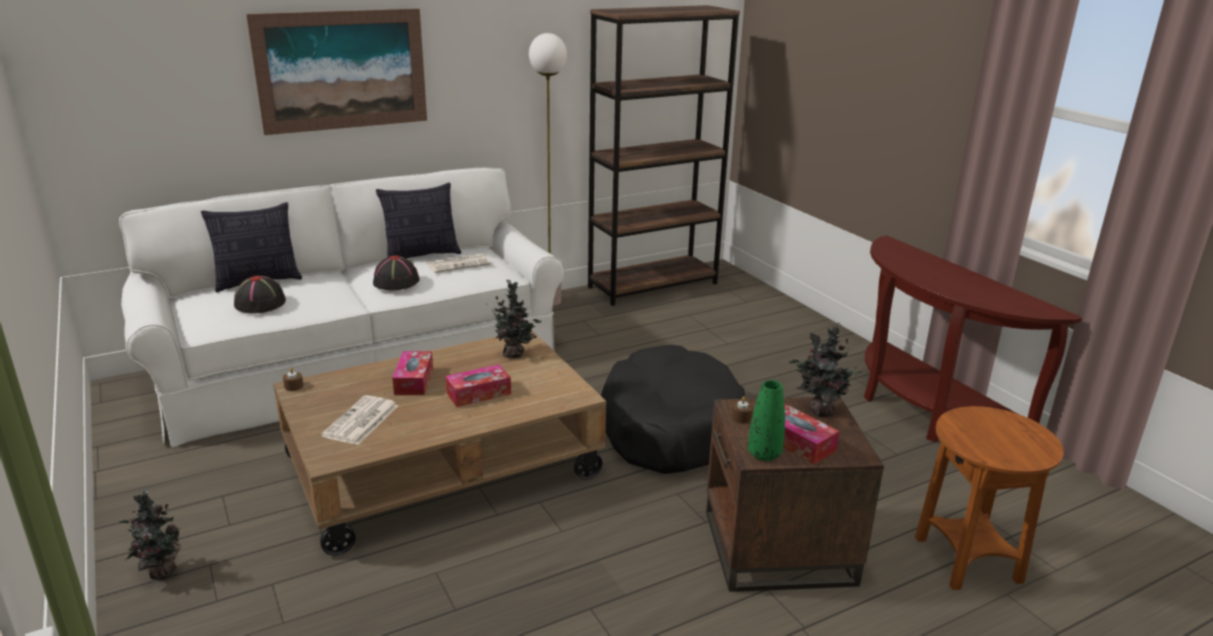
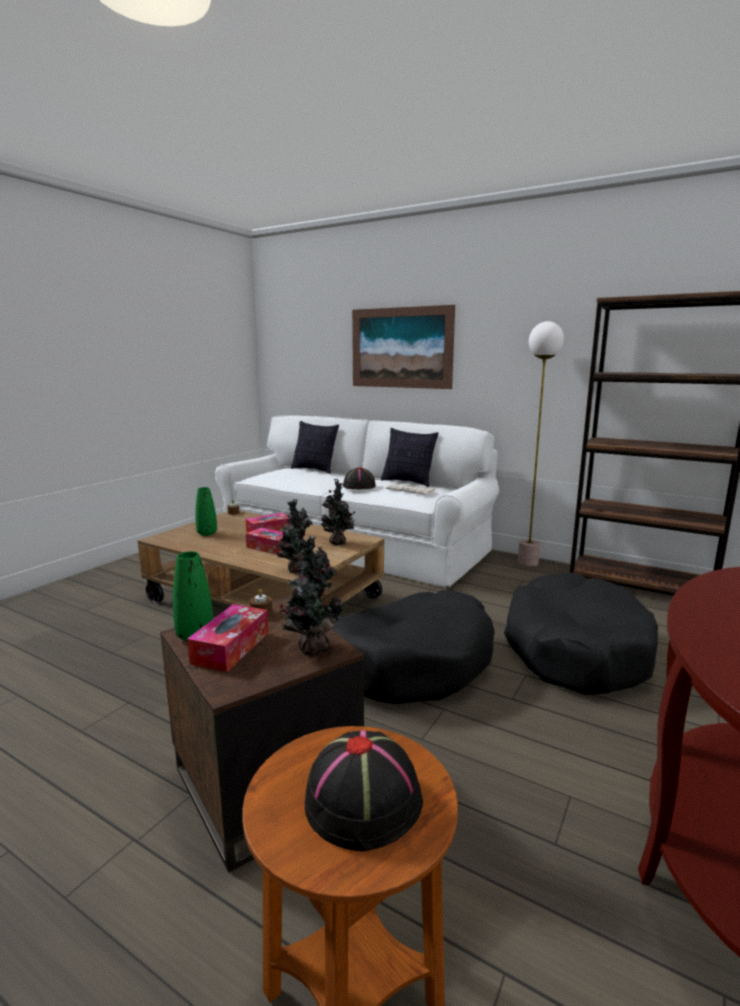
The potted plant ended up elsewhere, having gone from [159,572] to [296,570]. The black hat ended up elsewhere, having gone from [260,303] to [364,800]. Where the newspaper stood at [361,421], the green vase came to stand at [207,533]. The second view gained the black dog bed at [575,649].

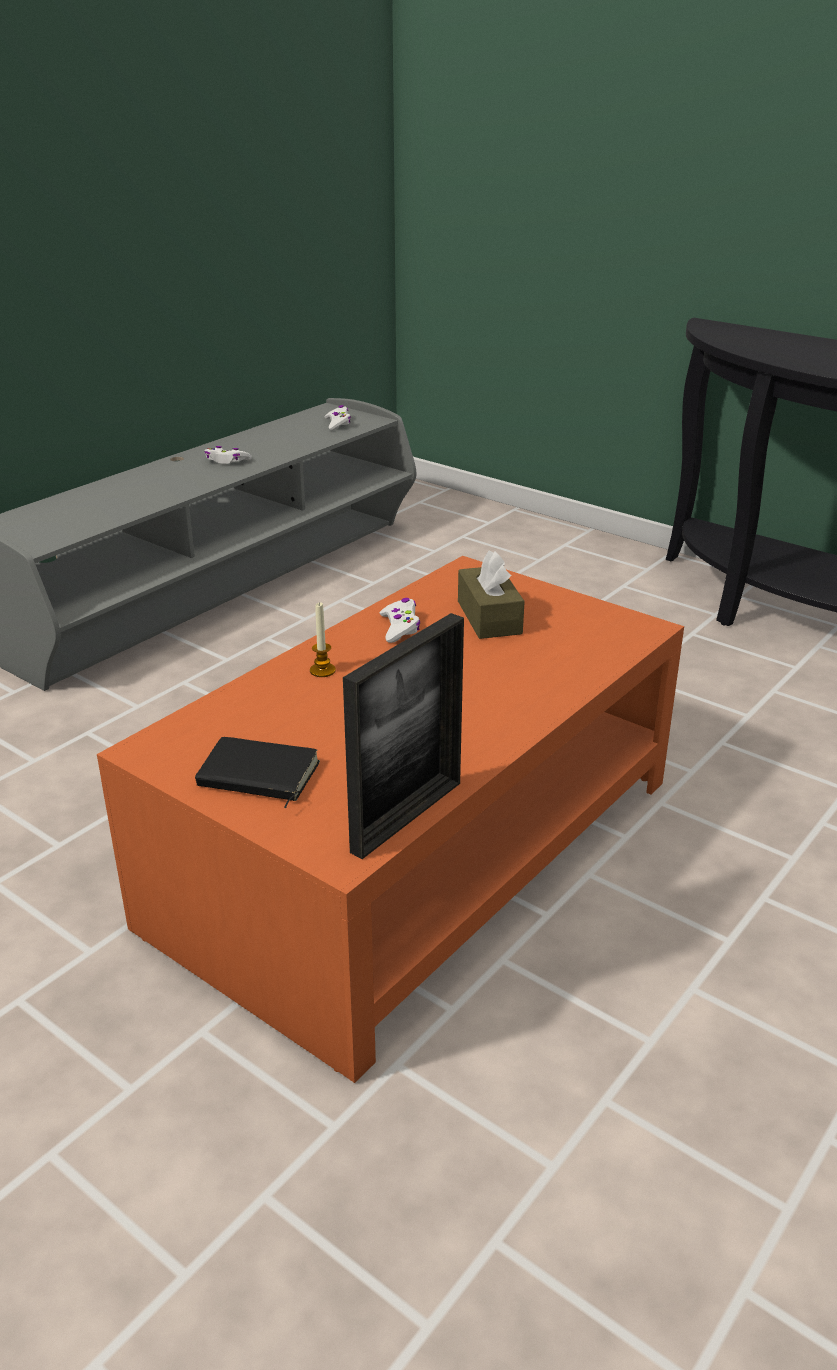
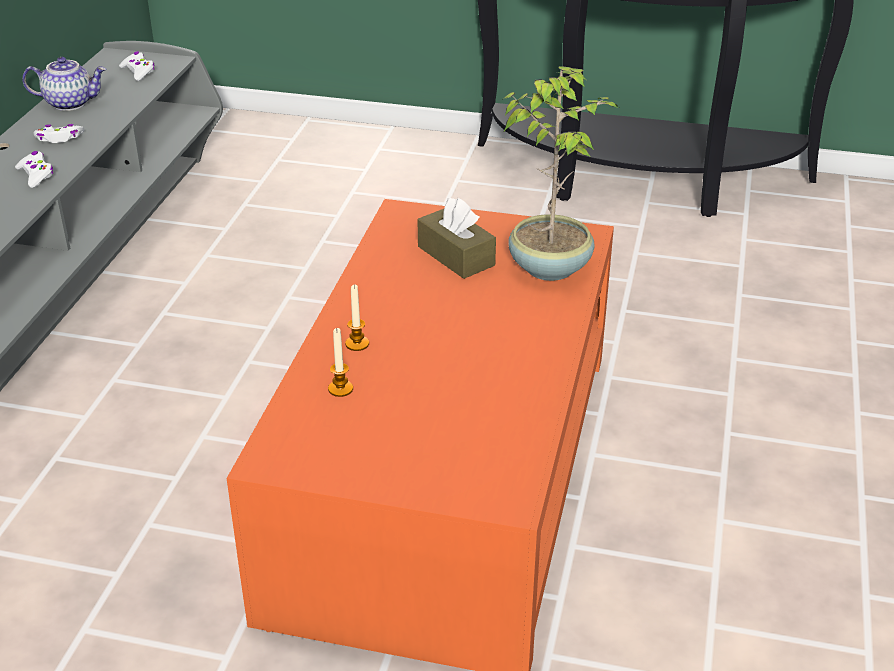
The second view lost the black book at [257,777]. The second view lost the picture frame at [407,816]. The white game controller ended up elsewhere, having gone from [400,627] to [36,175]. The second view gained the teapot at [70,103]. The second view gained the candle at [340,389]. The second view gained the potted plant at [550,266].

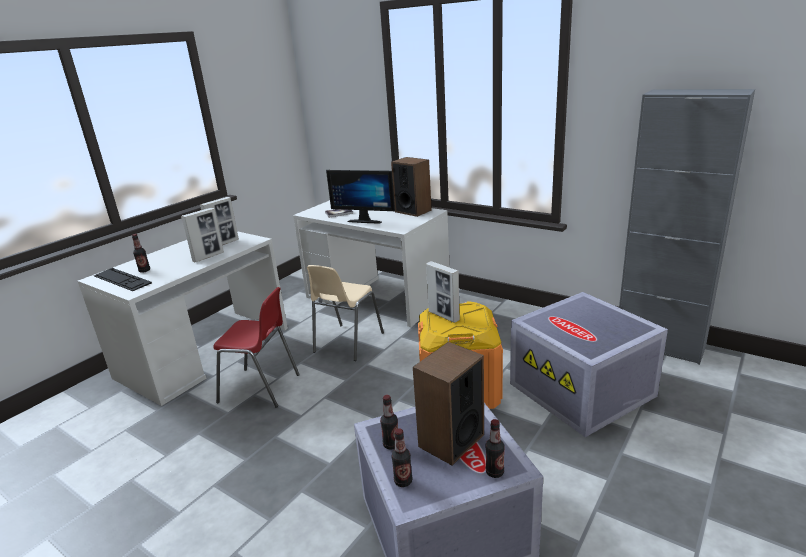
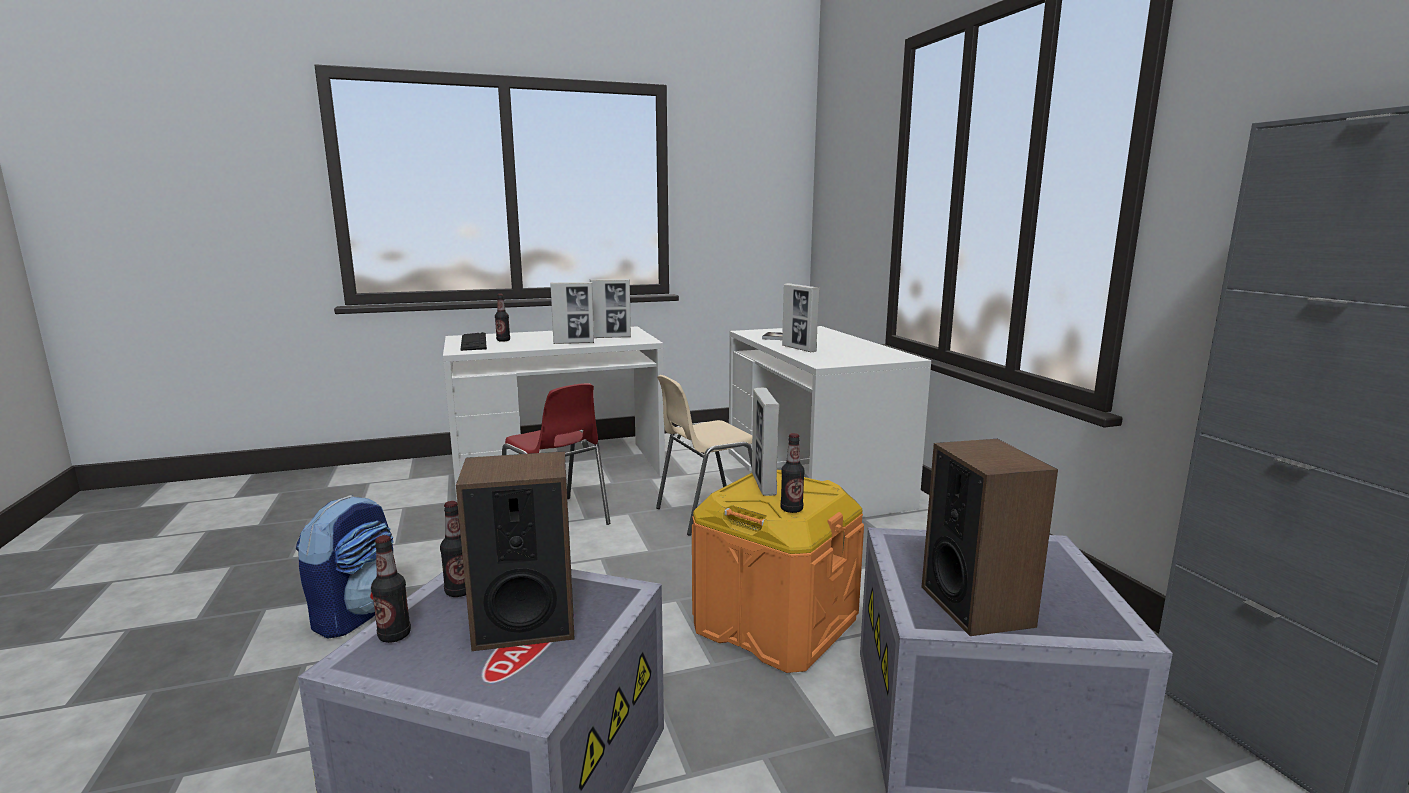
Where the monitor stood at [366,220], the picture frame came to stand at [799,349]. The speaker ended up elsewhere, having gone from [413,211] to [976,606]. The bottle ended up elsewhere, having gone from [494,472] to [791,509]. The second view gained the backpack at [356,614].

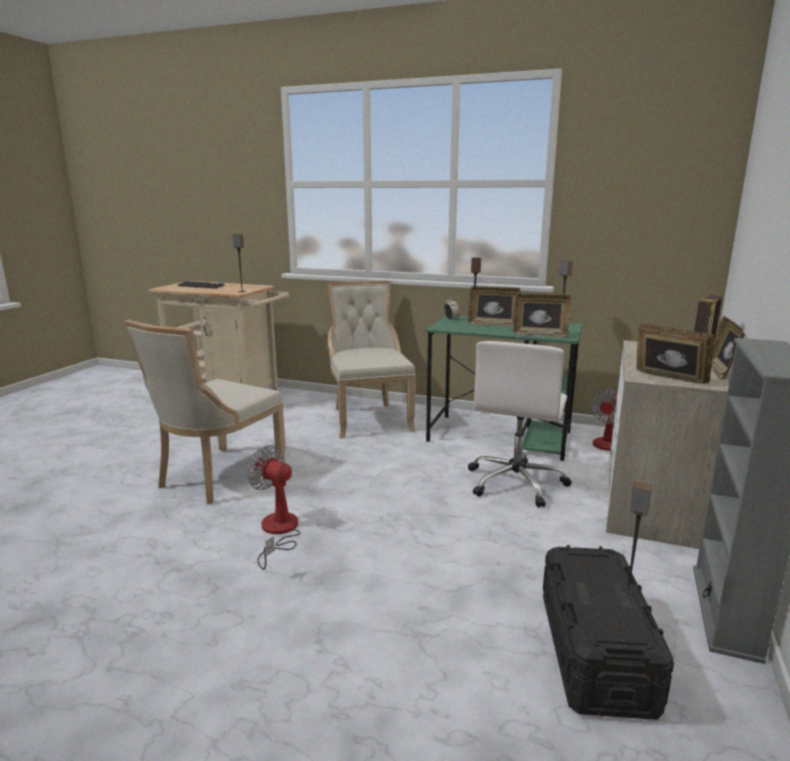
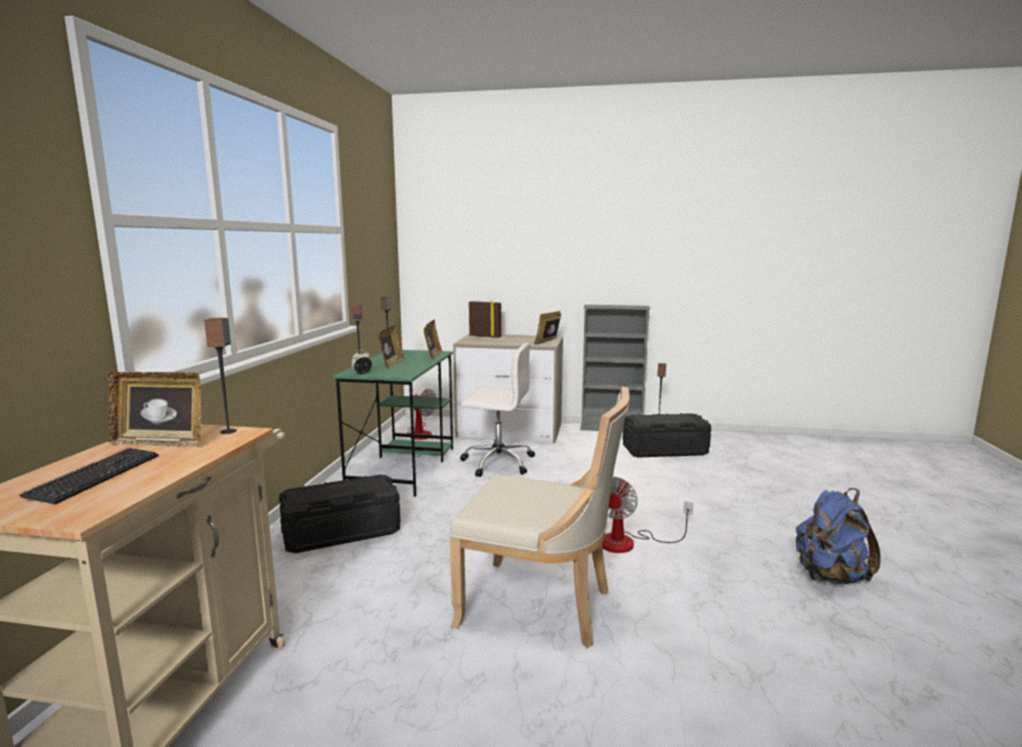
Where the beige chair stood at [369,419], the black storage box came to stand at [341,532]. The picture frame ended up elsewhere, having gone from [720,372] to [160,443]. The second view gained the blue backpack at [830,577].

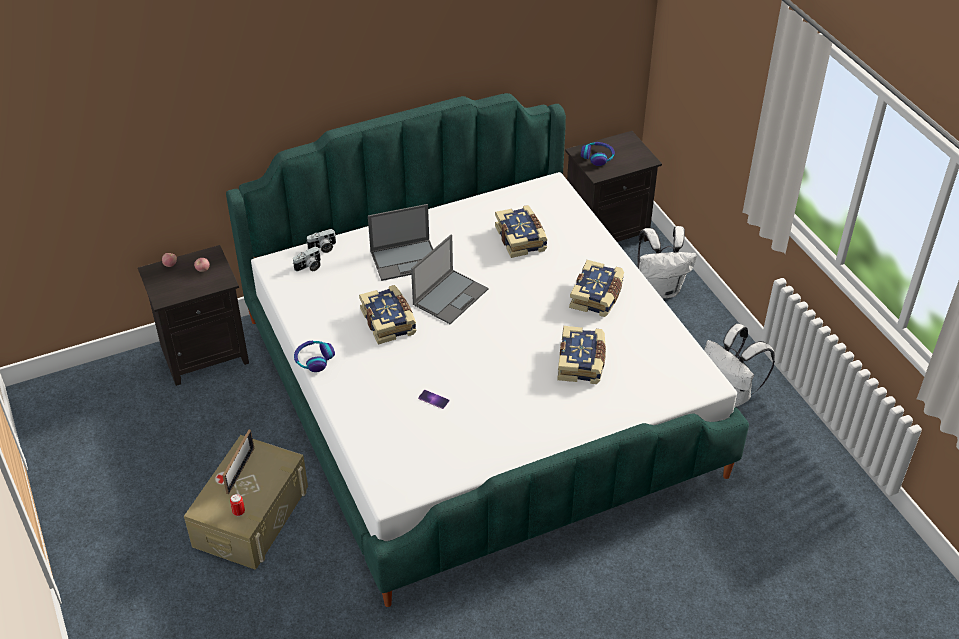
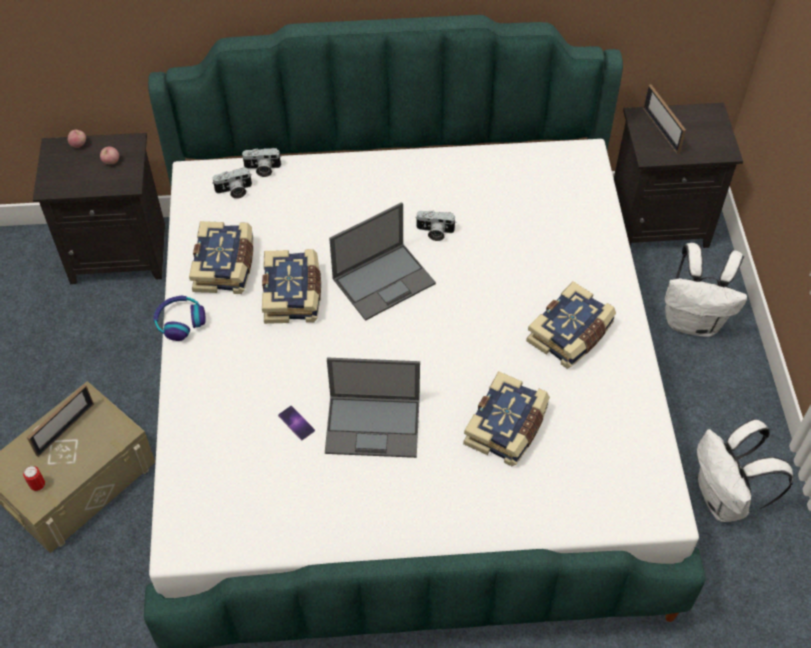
The laptop ended up elsewhere, having gone from [406,259] to [374,425]. The book ended up elsewhere, having gone from [521,238] to [225,266]. Where the headphones stood at [597,157], the picture frame came to stand at [661,130]. The second view gained the photo camera at [434,232].

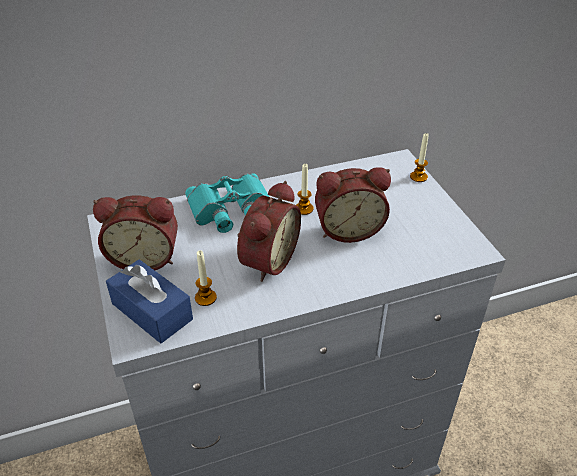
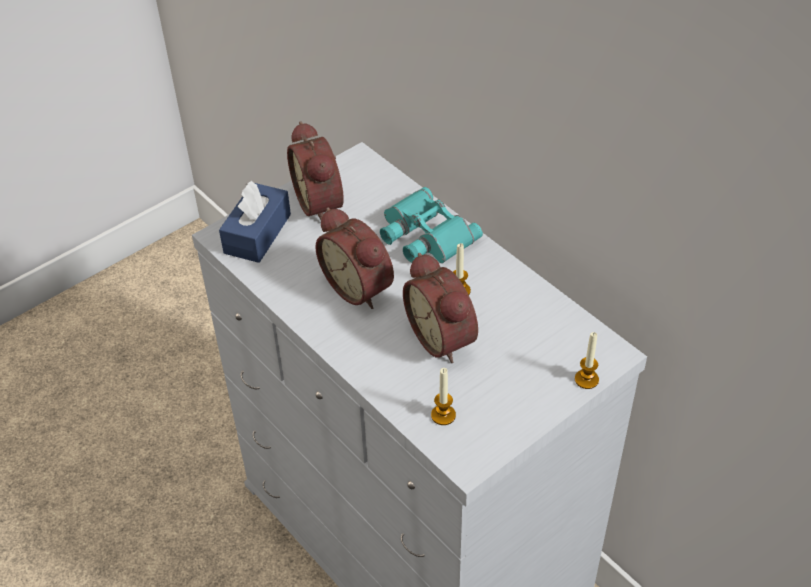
The candle ended up elsewhere, having gone from [205,298] to [443,415]. The alarm clock at [266,260] ended up facing another way, 45 degrees clockwise from before.

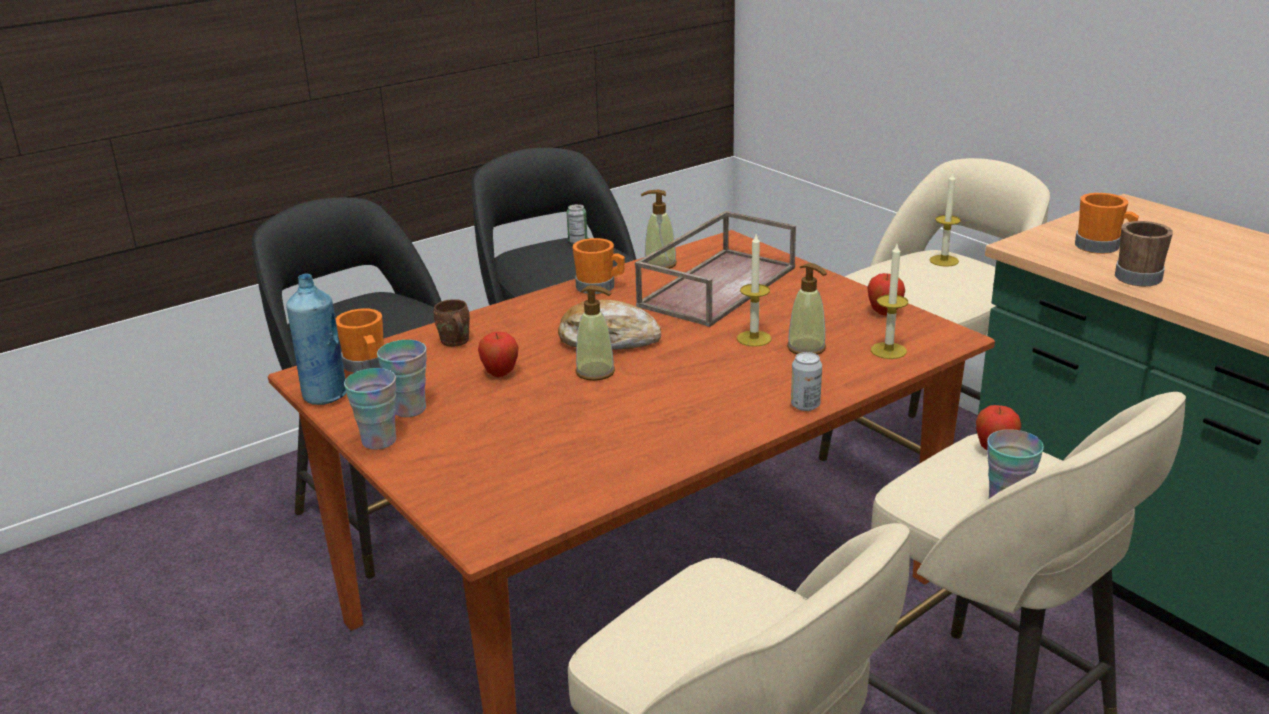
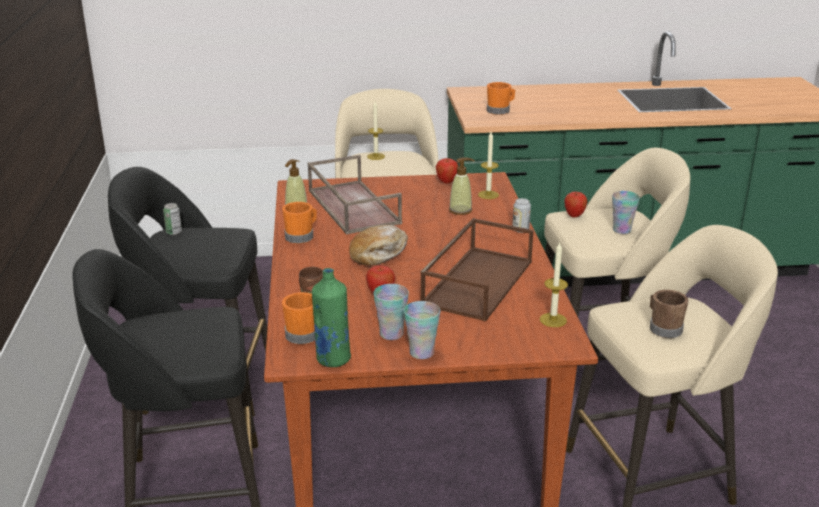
What was the blue bottle at [325,396] turned into the green bottle at [333,359]. The second view lost the soap dispenser at [595,372]. The candle ended up elsewhere, having gone from [754,338] to [553,320]. The brown mug ended up elsewhere, having gone from [1139,276] to [663,328]. The second view gained the brown tray at [477,281].

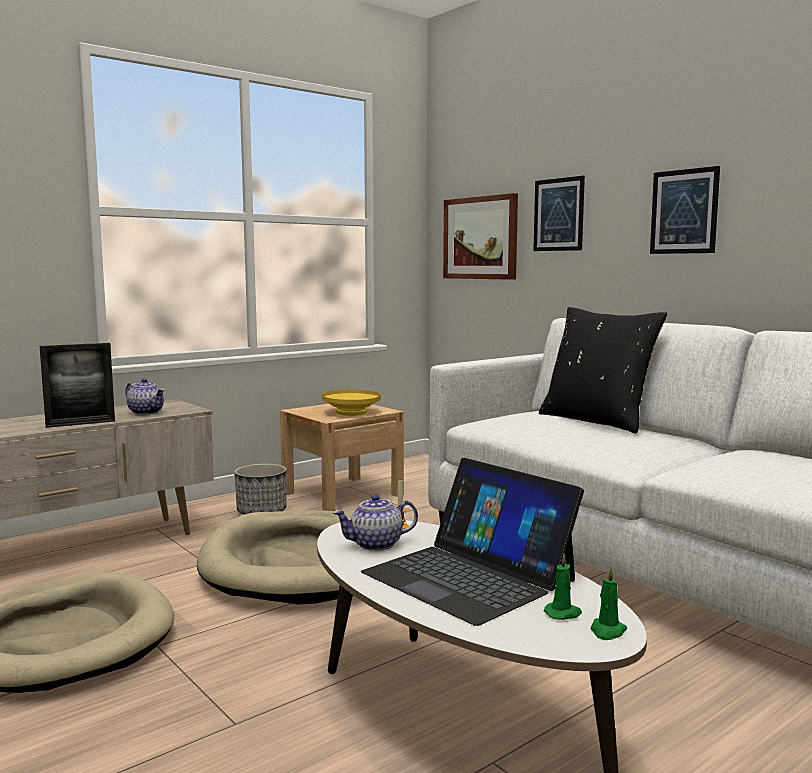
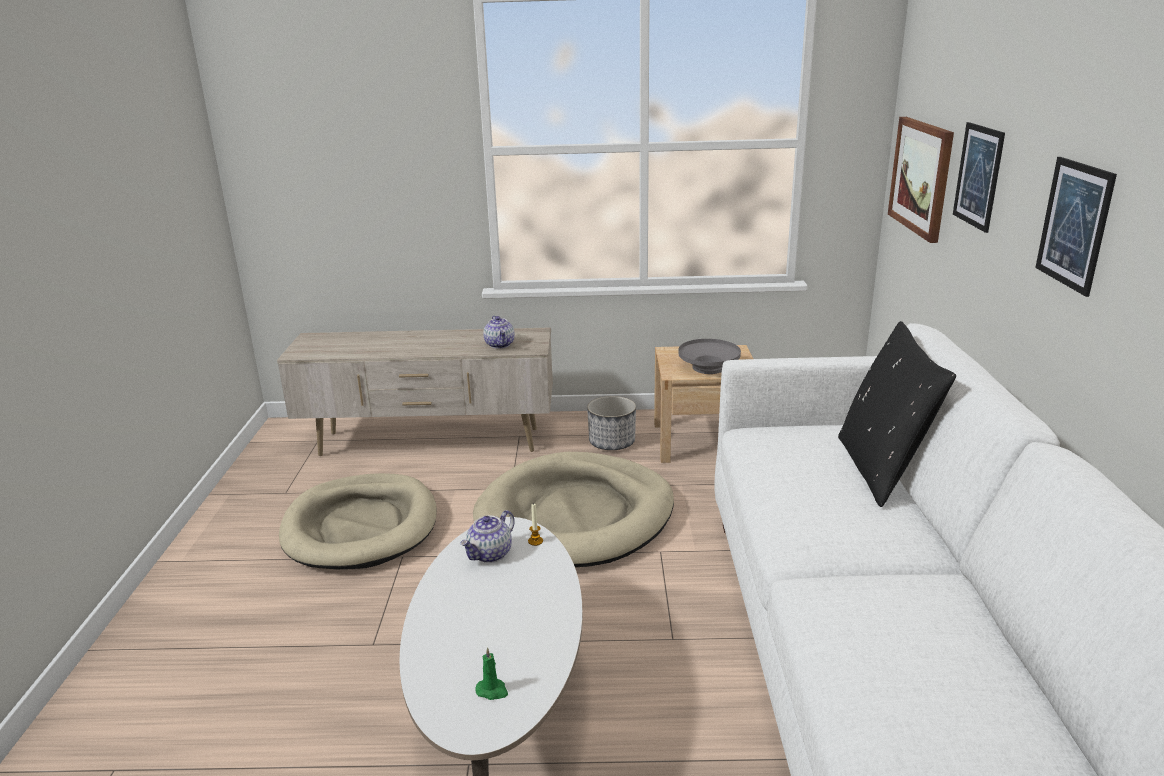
The second view lost the picture frame at [80,423]. What was the yellow bowl at [351,412] turned into the grey bowl at [708,368]. The teapot at [376,544] ended up facing another way, 75 degrees counterclockwise from before. The second view lost the laptop at [469,576]. The second view lost the green candle at [607,631].

